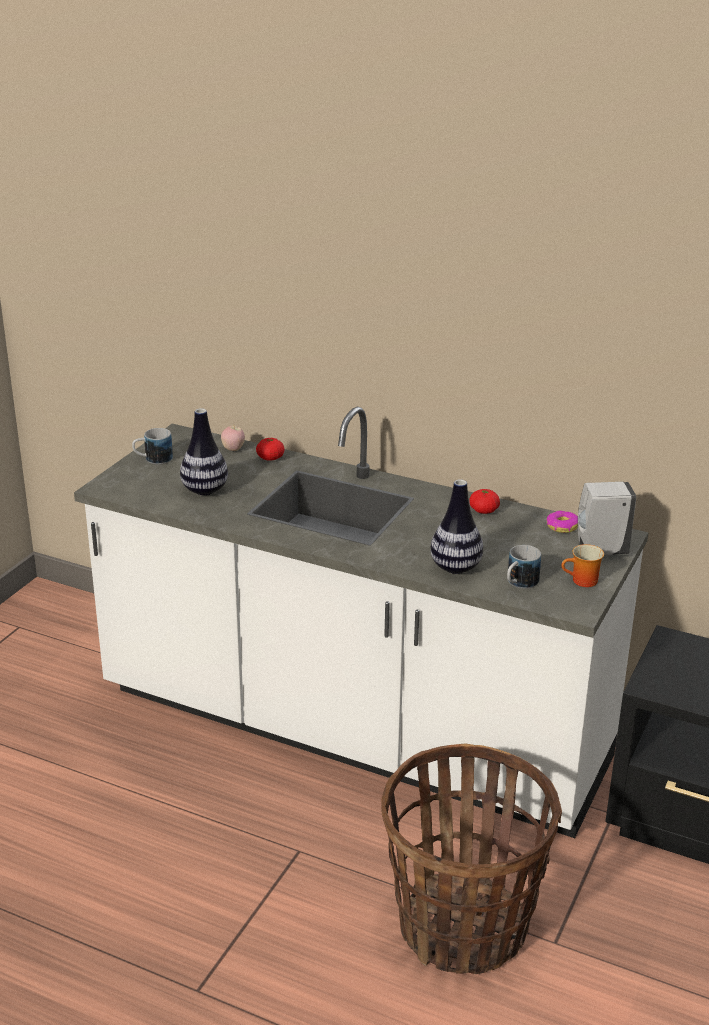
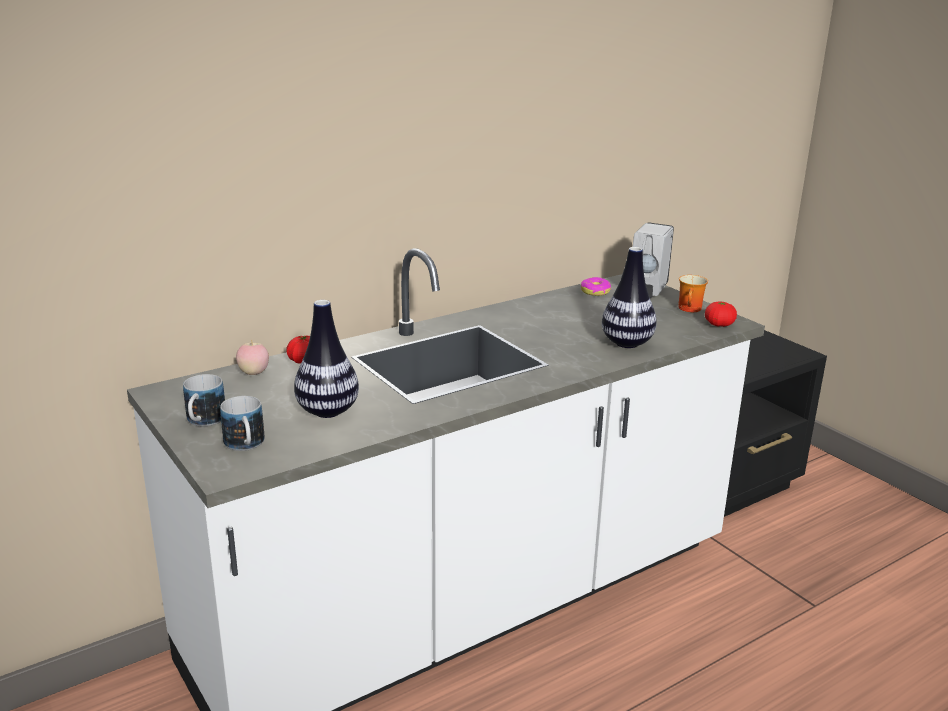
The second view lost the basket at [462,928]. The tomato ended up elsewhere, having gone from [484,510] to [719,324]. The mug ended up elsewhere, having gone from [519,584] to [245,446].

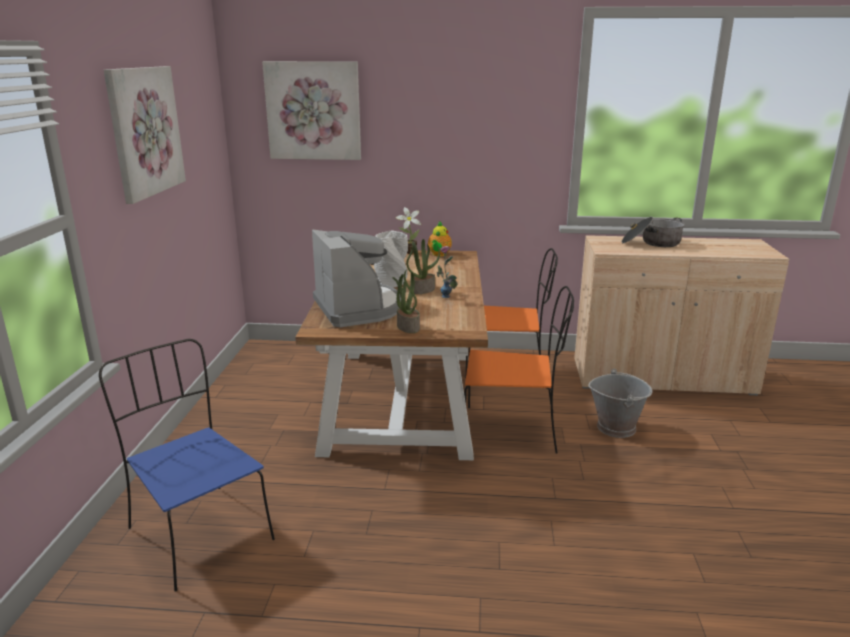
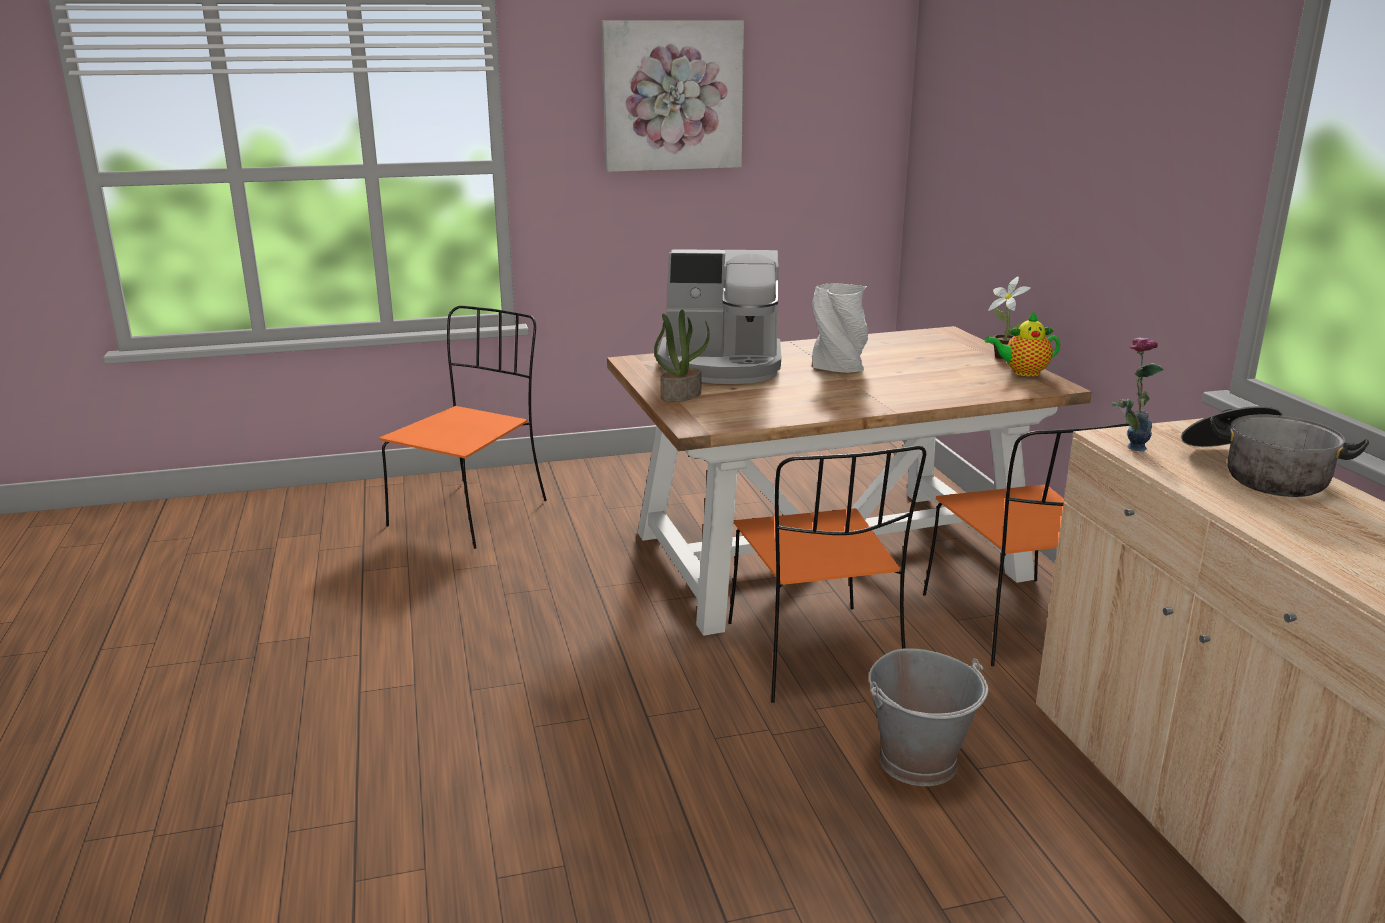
What was the blue chair at [198,532] turned into the orange chair at [471,512]. The second view lost the picture at [313,111]. The coffee machine at [358,308] ended up facing another way, 45 degrees clockwise from before. The second view lost the potted plant at [422,290]. The vase ended up elsewhere, having gone from [446,299] to [1127,450].

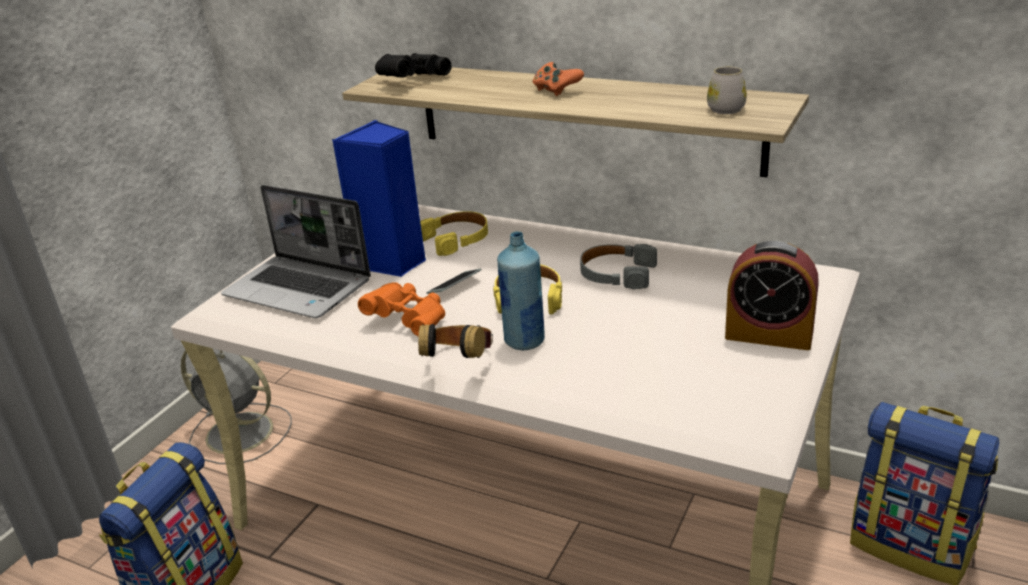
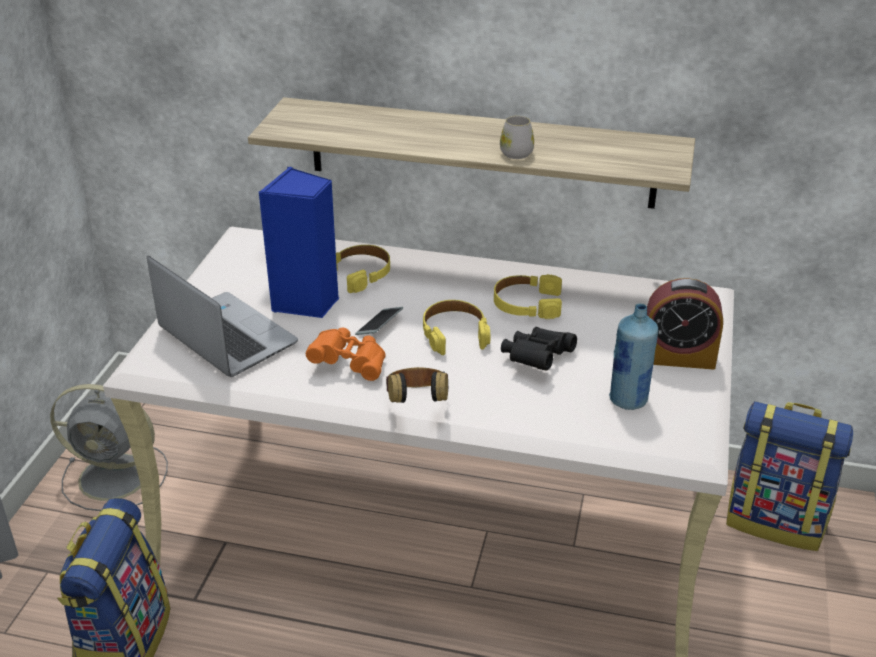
The laptop at [300,289] ended up facing another way, 150 degrees counterclockwise from before. The black binoculars ended up elsewhere, having gone from [411,81] to [536,359]. The blue bottle ended up elsewhere, having gone from [524,341] to [628,400]. The second view lost the orange game controller at [556,90]. What was the grey headphones at [616,274] turned into the yellow headphones at [527,304]. The white mug ended up elsewhere, having gone from [725,107] to [515,151].

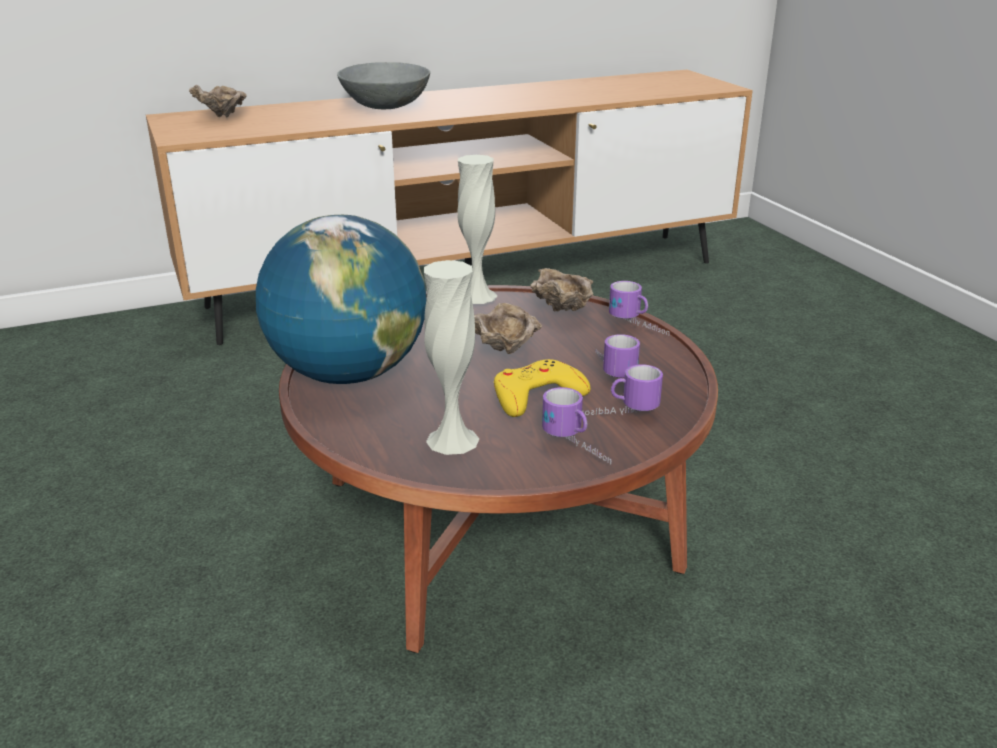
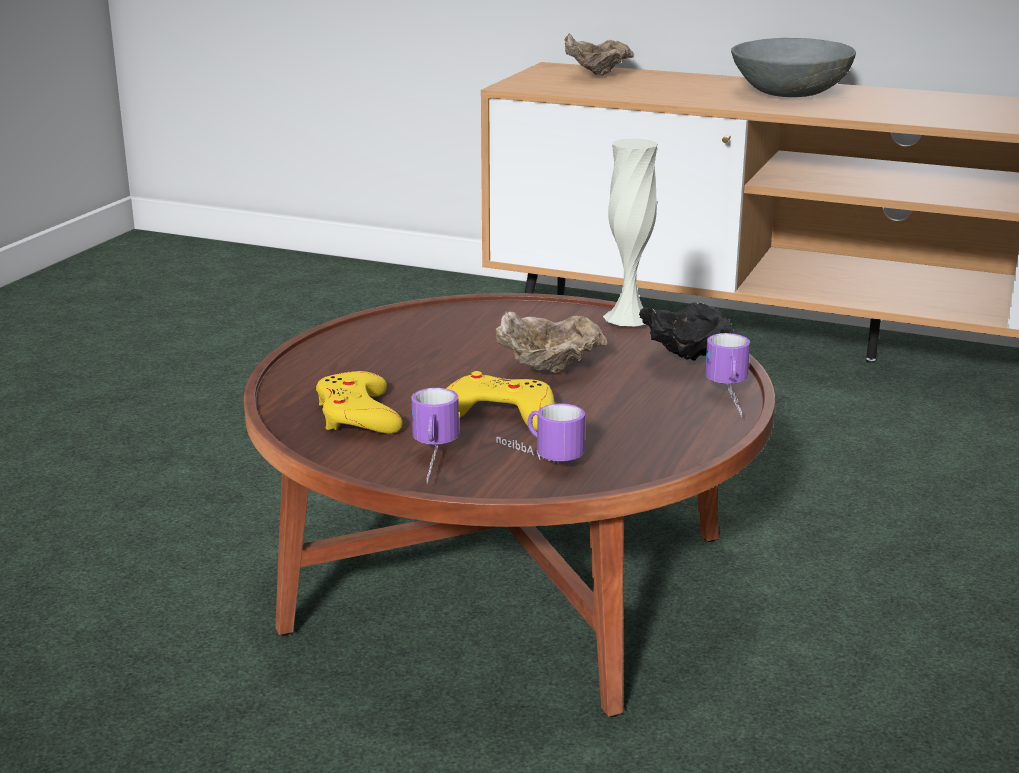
The second view lost the globe at [348,374]. Where the white vase stood at [452,440], the yellow game controller came to stand at [358,415]. What was the beige bowl at [561,312] turned into the black bowl at [687,360]. The second view lost the mug at [611,370].

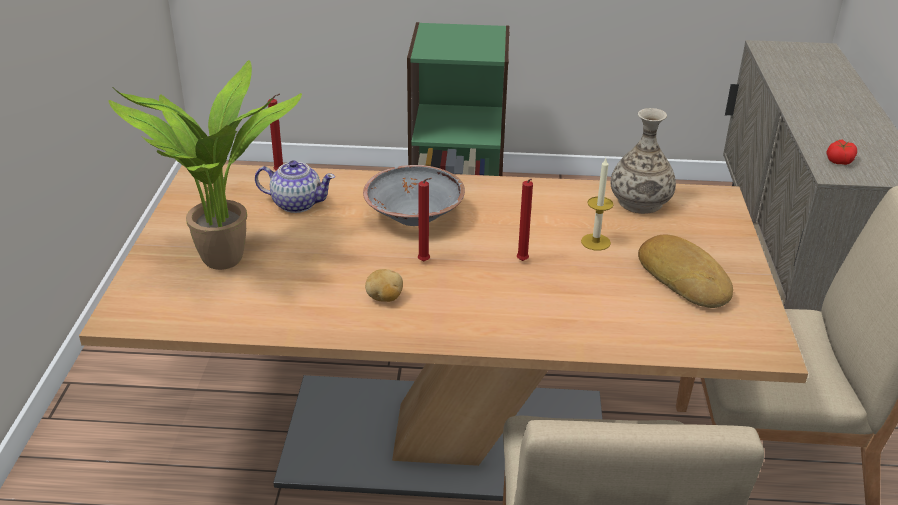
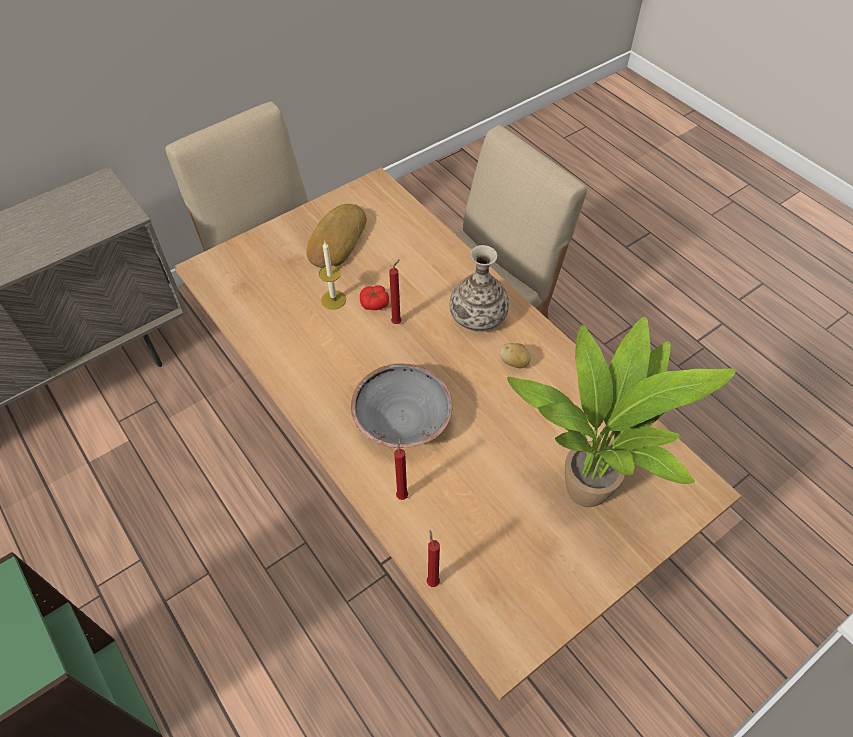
The second view lost the teapot at [296,204]. The red candle ended up elsewhere, having gone from [425,262] to [402,494]. The vase ended up elsewhere, having gone from [640,202] to [478,317]. The tomato ended up elsewhere, having gone from [839,160] to [374,303].

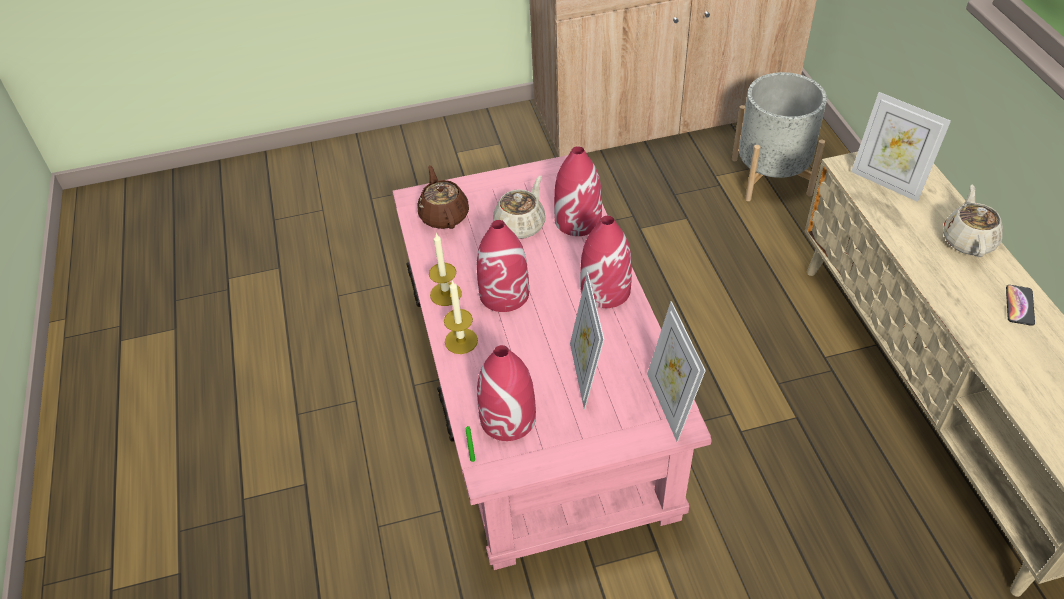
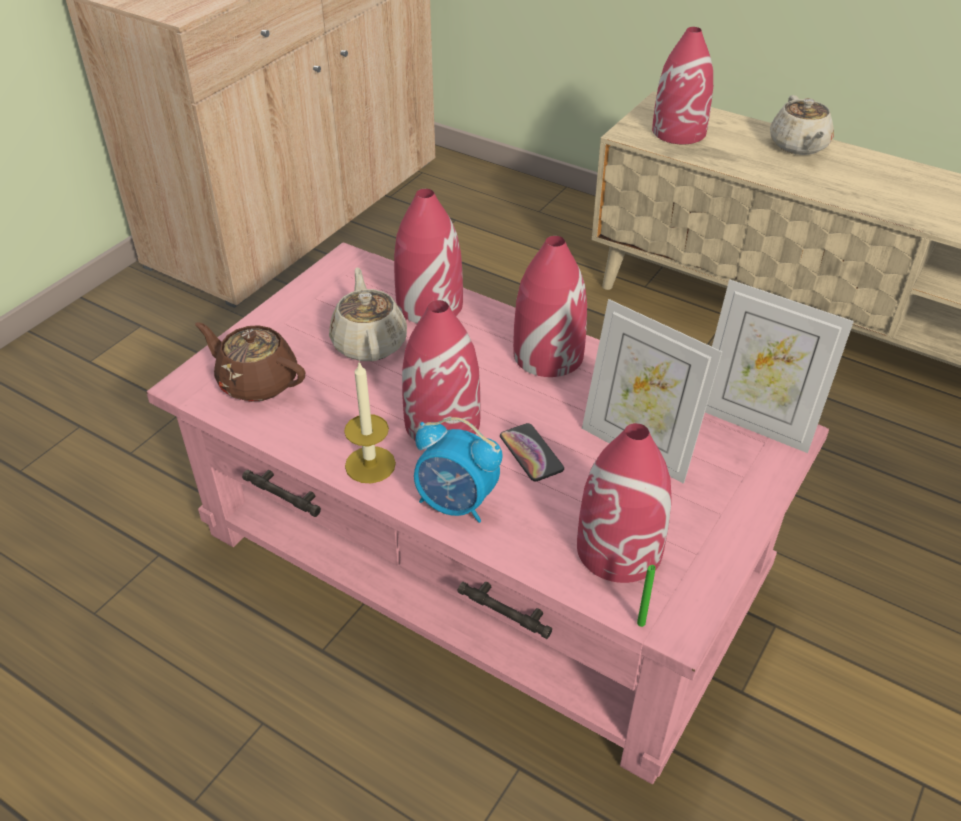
Where the candle stood at [461,341], the alarm clock came to stand at [456,503]. The second view lost the grey planter at [771,176]. Where the picture frame stood at [887,182], the red vase came to stand at [679,131]. The beige teapot at [968,240] ended up facing another way, 150 degrees counterclockwise from before. The phone ended up elsewhere, having gone from [1019,305] to [531,453].

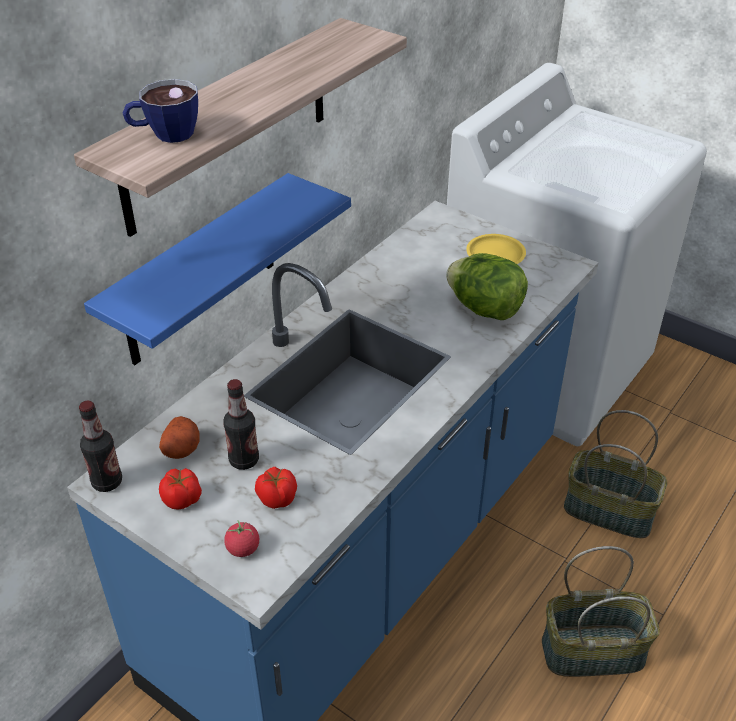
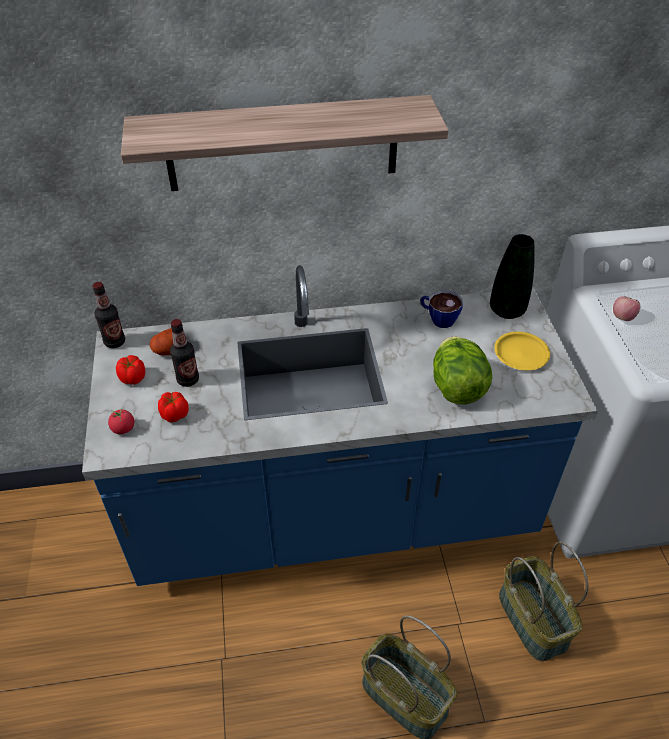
The second view lost the blue shelf at [200,272]. The cup ended up elsewhere, having gone from [165,134] to [438,318]. The second view gained the black vase at [507,310]. The second view gained the apple at [622,317].

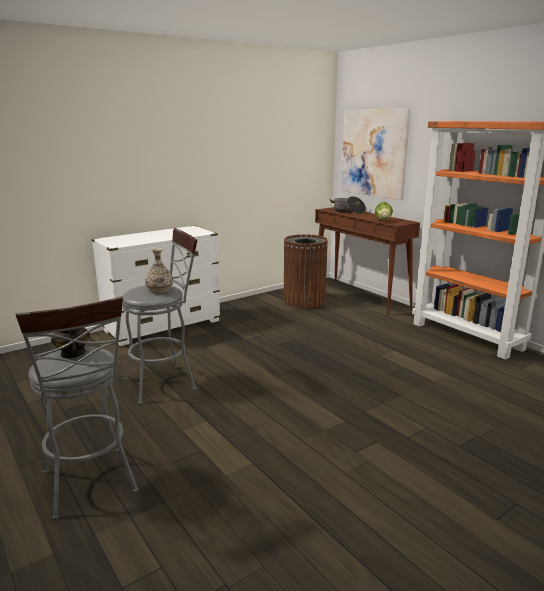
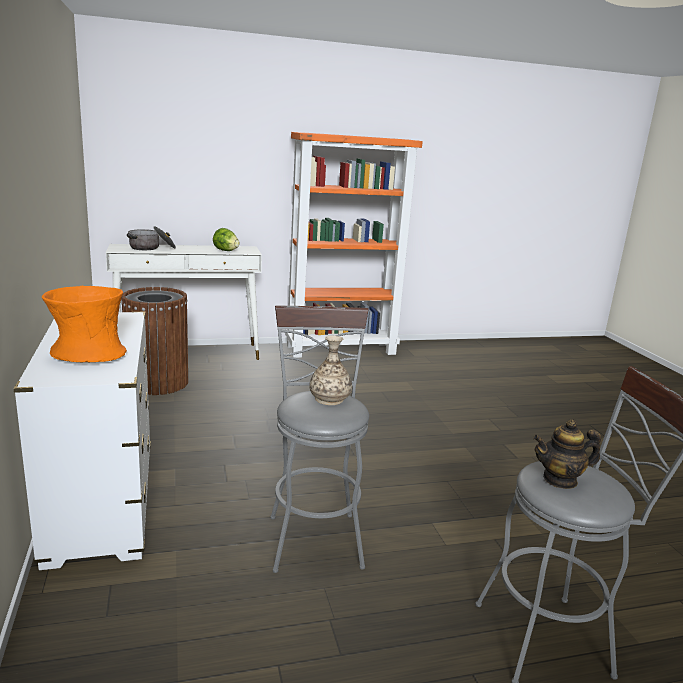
What was the brown console table at [359,296] turned into the white console table at [188,354]. The second view lost the picture at [374,153]. The second view gained the orange vase at [88,355].

